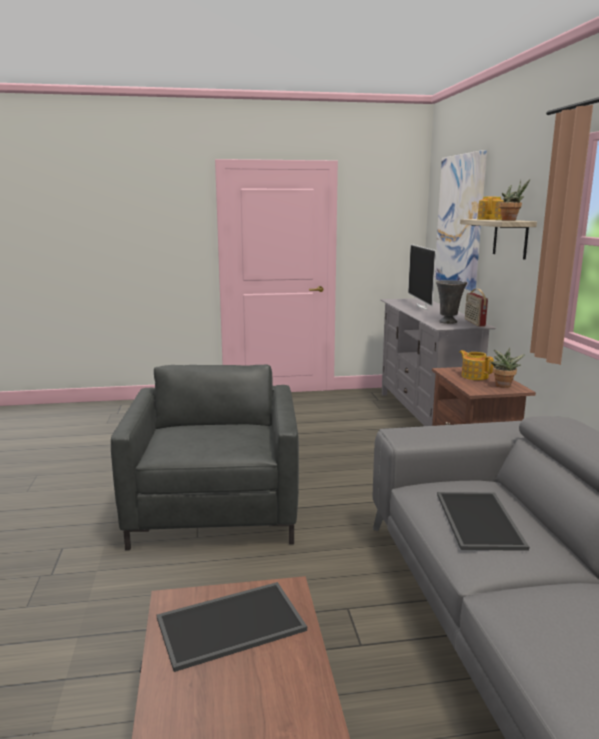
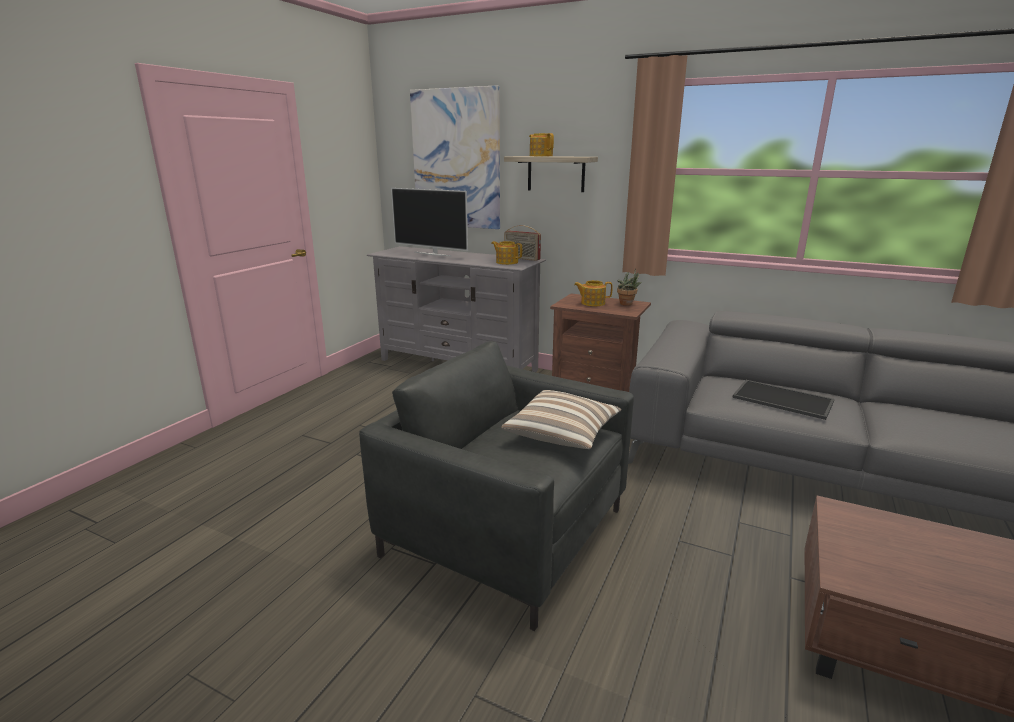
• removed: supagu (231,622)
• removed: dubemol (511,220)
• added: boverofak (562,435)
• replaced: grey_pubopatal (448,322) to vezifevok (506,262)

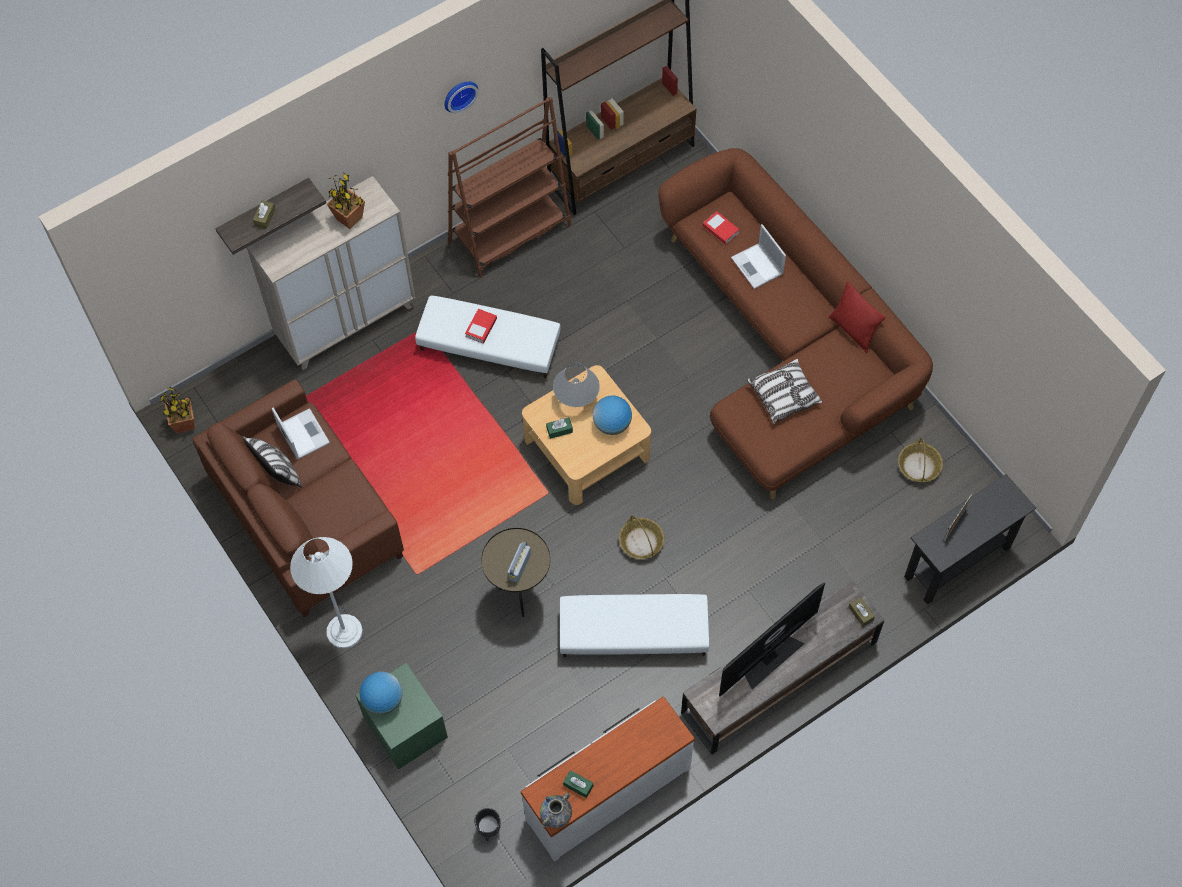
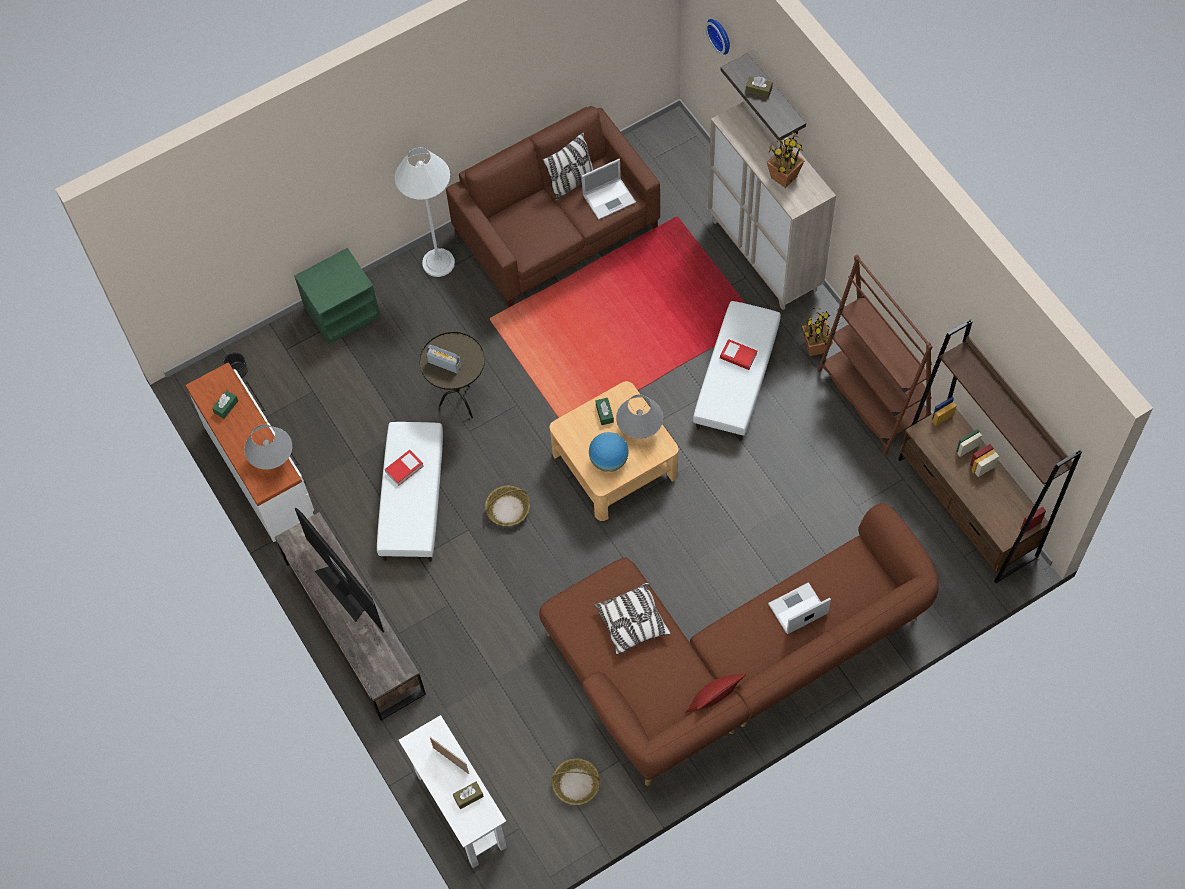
• removed: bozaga (383,700)
• removed: pubopatal (556,818)
• added: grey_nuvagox (272,459)
• moved: dubemol (185,423) to (815,347)
• moved: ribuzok (459,94) to (721,35)
• moved: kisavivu (720,230) to (404,469)
• moved: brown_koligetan (860,613) to (468,797)
• recoloured: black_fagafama (957,562) to white_fagafama (461,810)

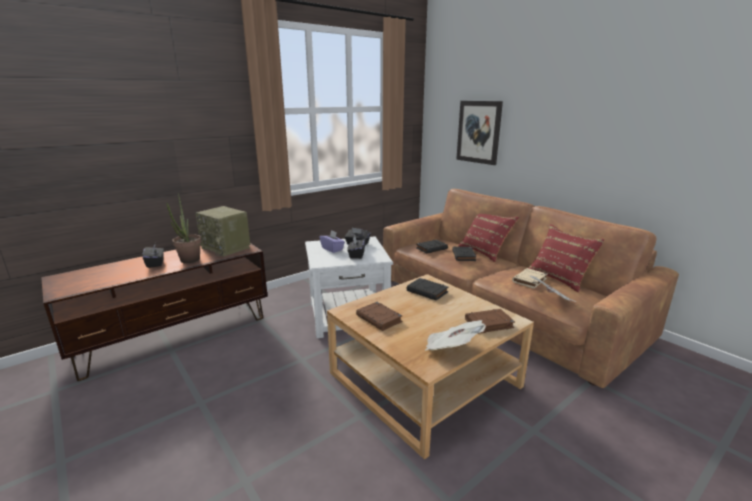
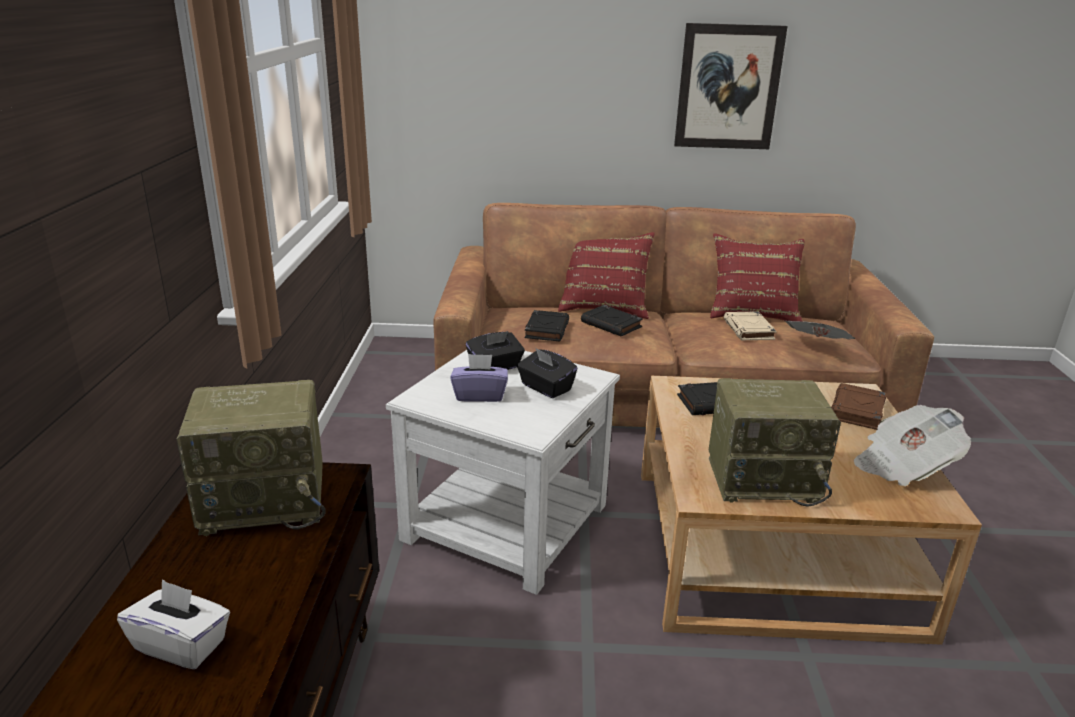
• removed: dubemol (189,261)
• moved: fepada (478,132) to (728,87)
• replaced: brown_kisavivu (379,319) to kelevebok (764,479)
• recoloured: black_koligetan (155,263) to white_koligetan (182,644)

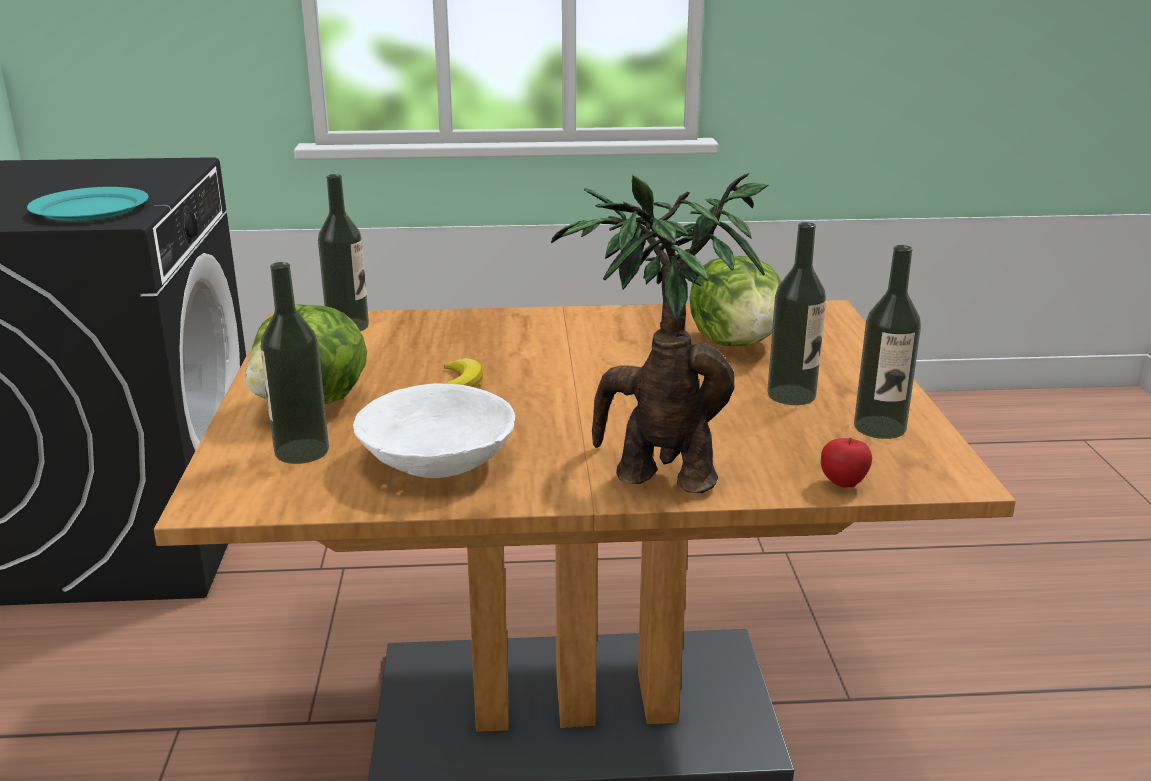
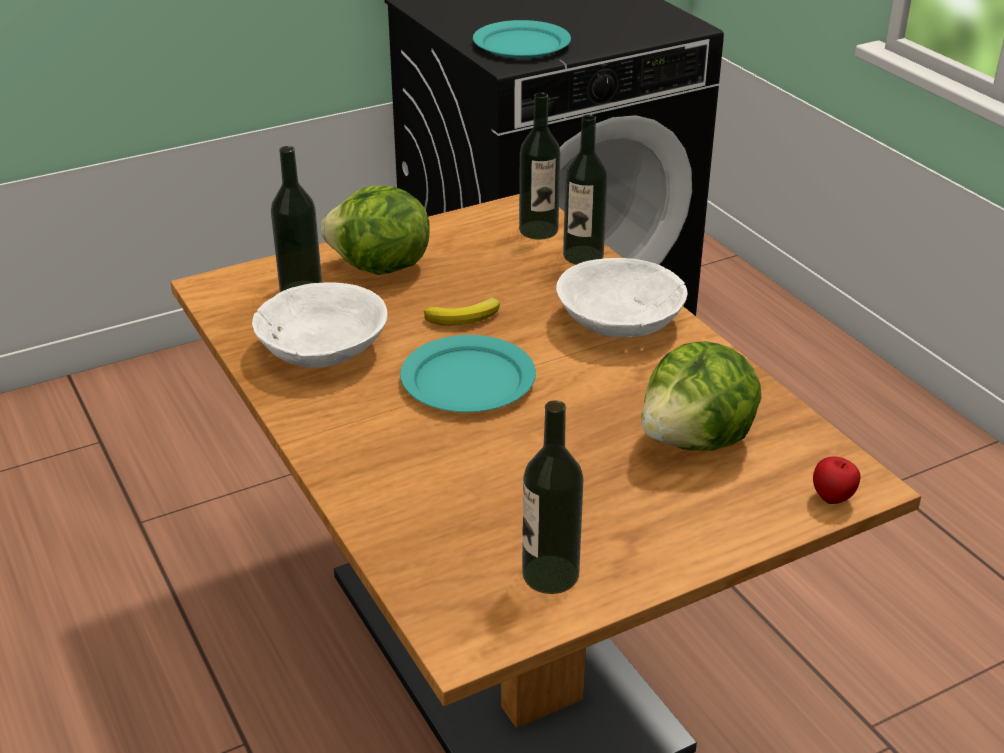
• removed: dubemol (655,474)
• added: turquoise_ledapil (469,380)
• added: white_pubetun (618,322)
• moved: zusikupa (791,395) to (583,255)
• moved: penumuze (843,484) to (833,499)

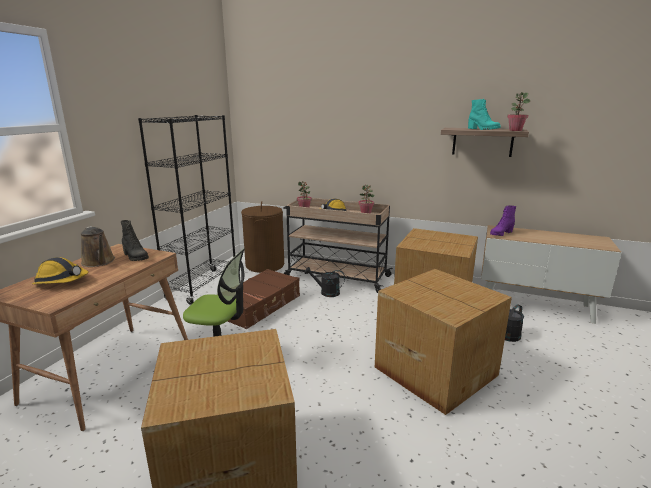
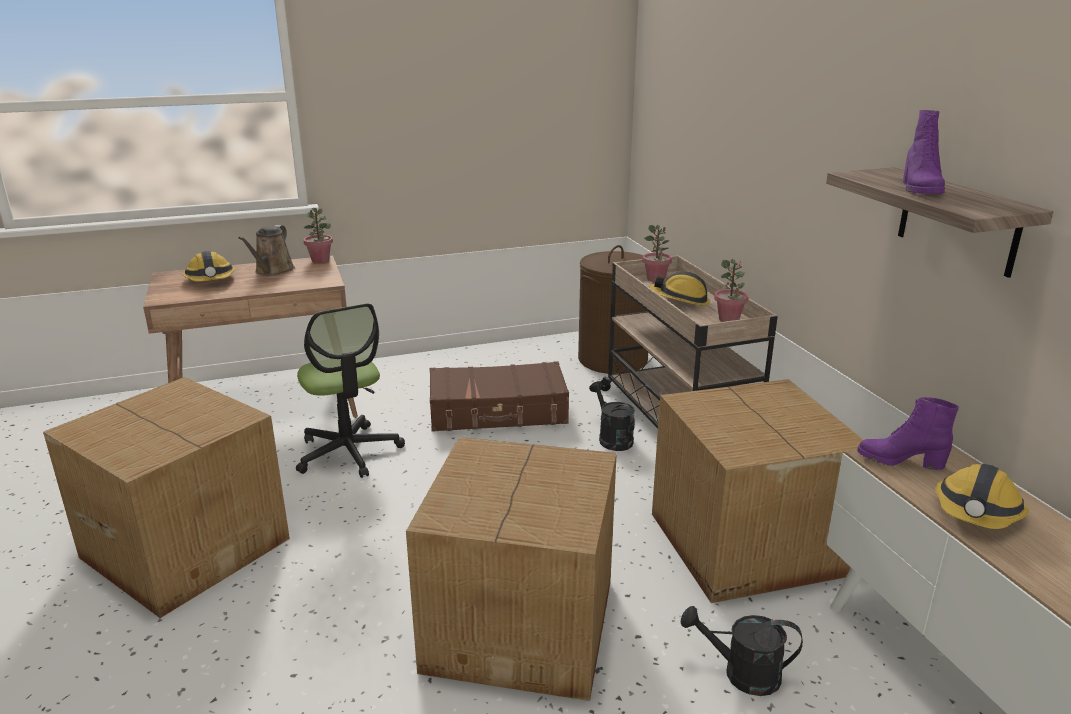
• removed: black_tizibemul (135,257)
• removed: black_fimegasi (203,286)
• added: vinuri (977,512)
• moved: dubemol (515,130) to (320,260)
• recoloured: turquoise_tizibemul (483,129) to purple_tizibemul (919,189)

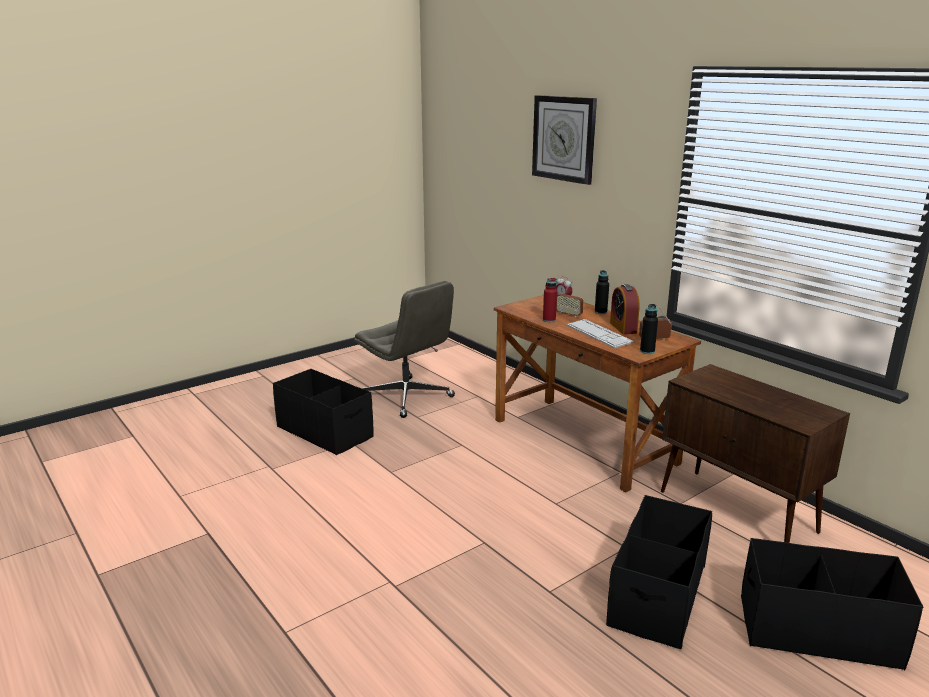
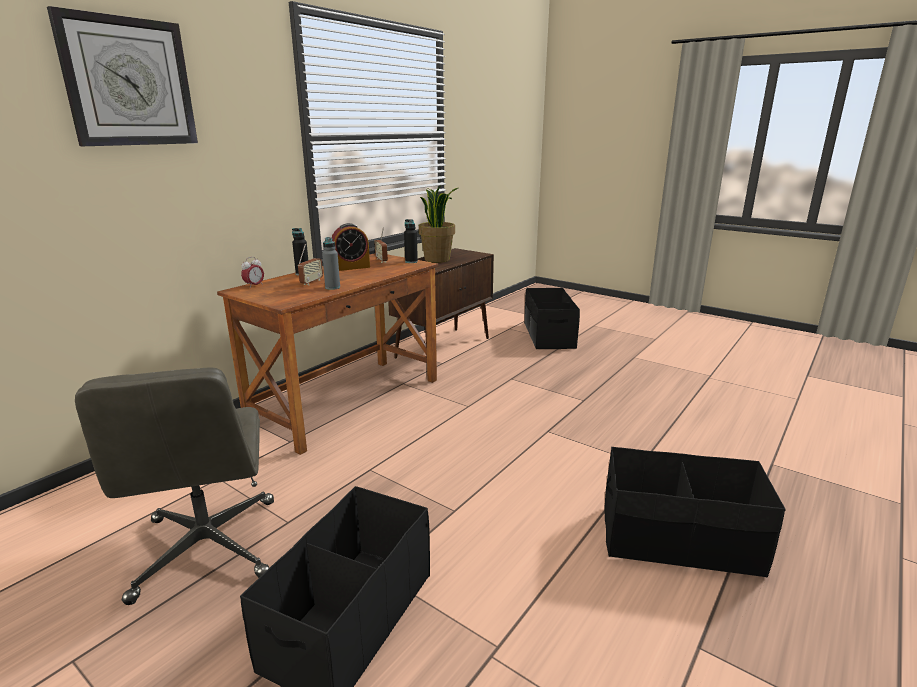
• removed: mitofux (599,334)
• added: dubemol (437,259)
• moved: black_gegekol (657,595) to (679,540)
• recoloured: red_zusikupa (549,320) to grey_zusikupa (332,287)
• turned: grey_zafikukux (407,397) = (208,549) 135 degrees clockwise

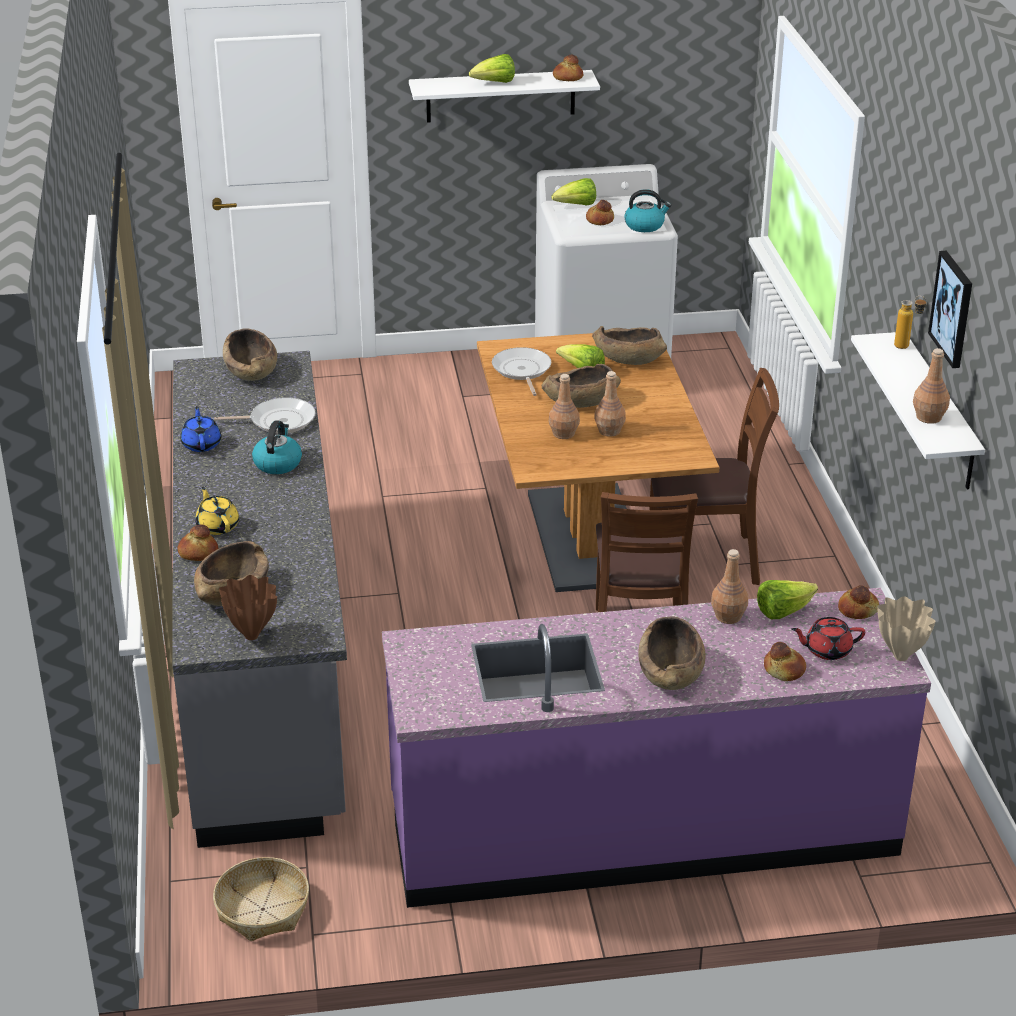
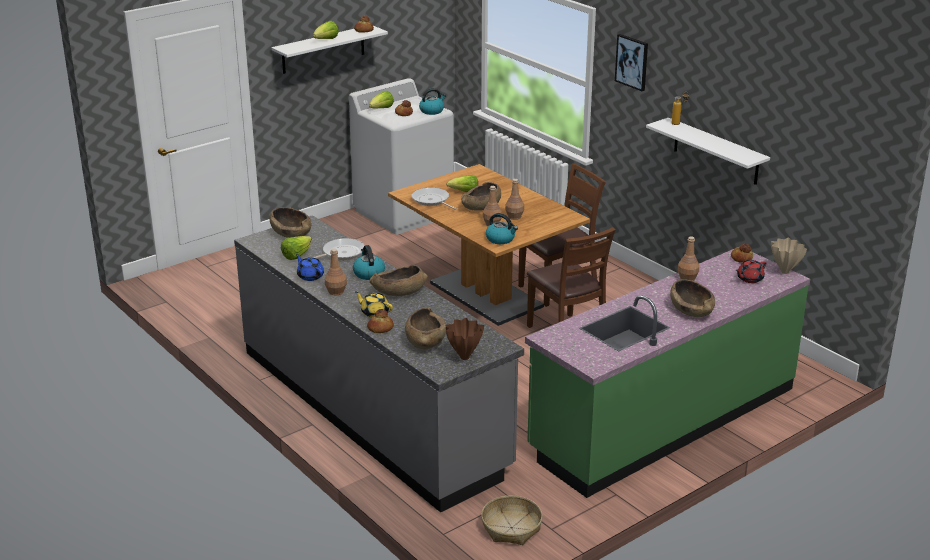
• removed: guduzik (784,669)
• added: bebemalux (501,239)
• moved: brown_pubetun (628,358) to (398,291)
• moved: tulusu (783,611) to (296,255)
• moved: brown_zusikupa (928,417) to (336,291)
• moved: fepada (953,309) to (632,62)
• recoloured: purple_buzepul (642,829) to green_buzepul (663,419)

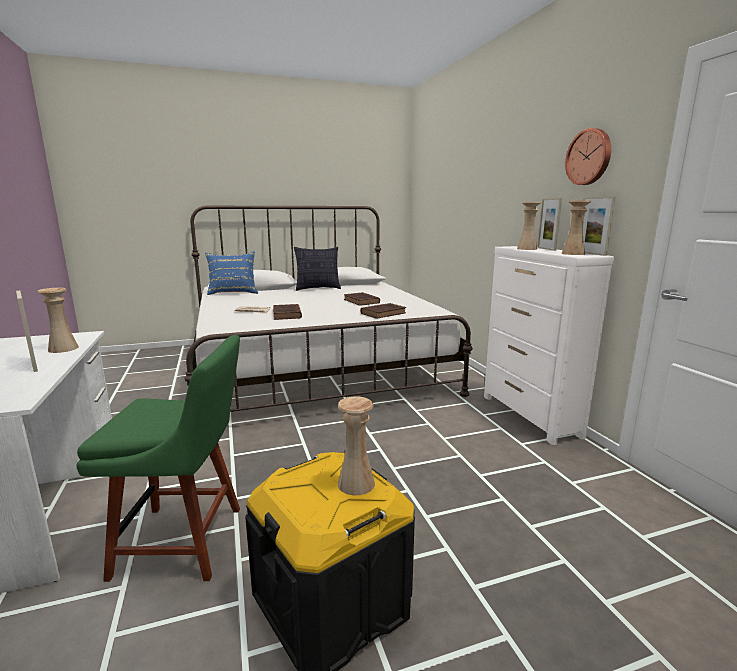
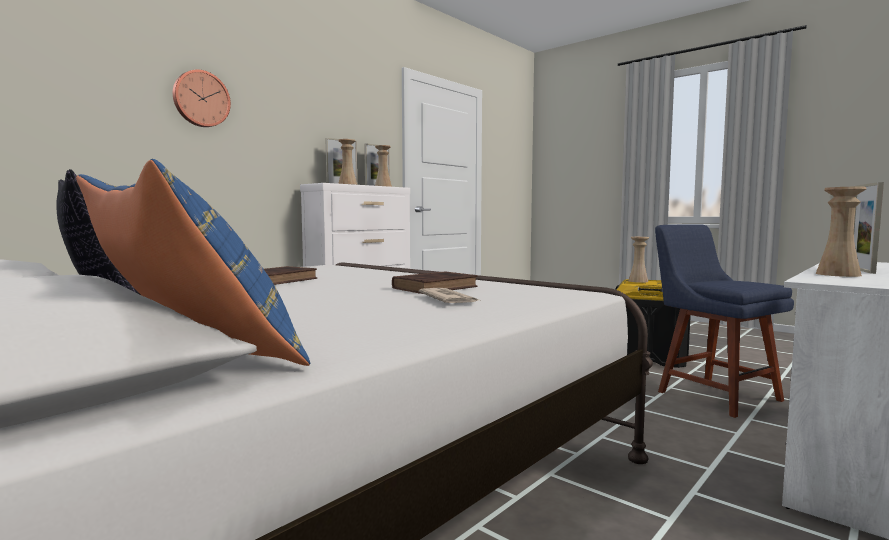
• removed: brown_kisavivu (384,313)
• moved: ribuzok (589,157) to (201,99)
• recoloured: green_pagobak (186,541) to blue_pagobak (713,394)

